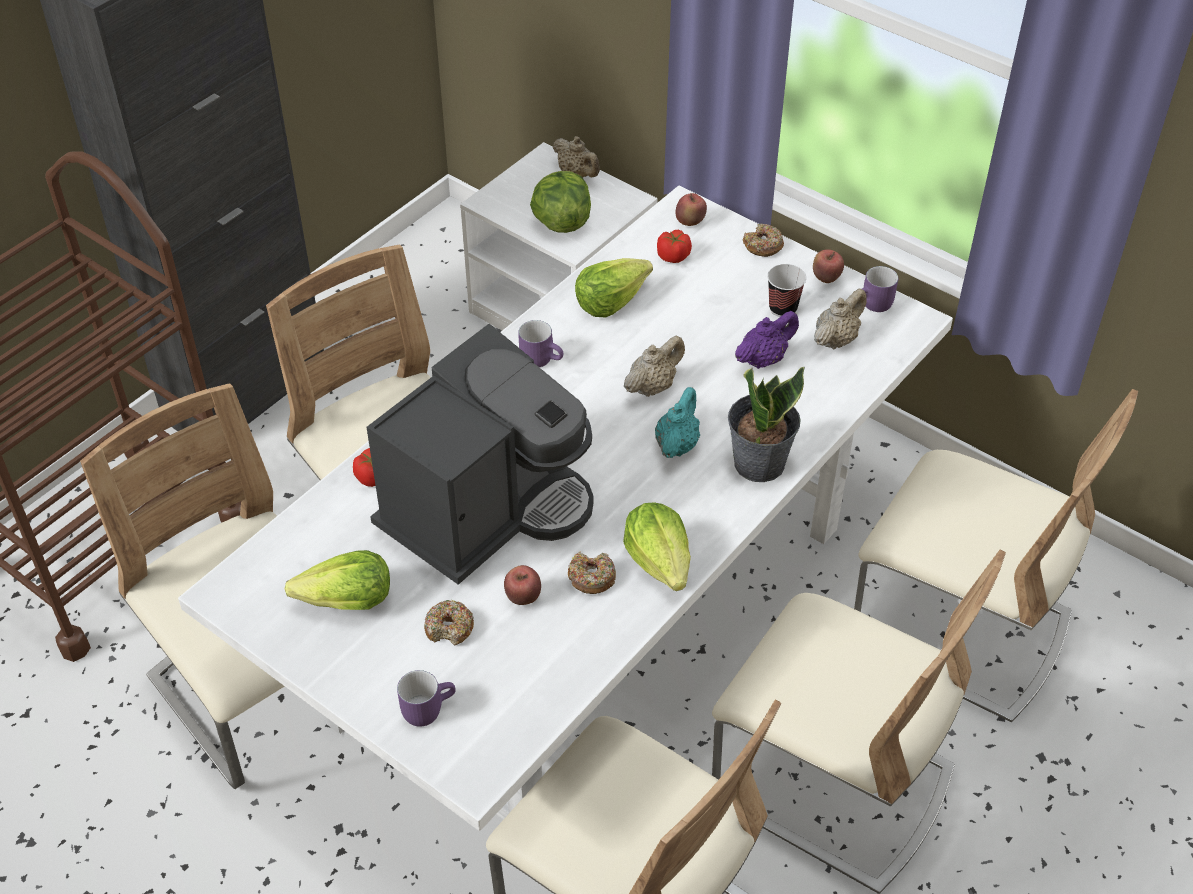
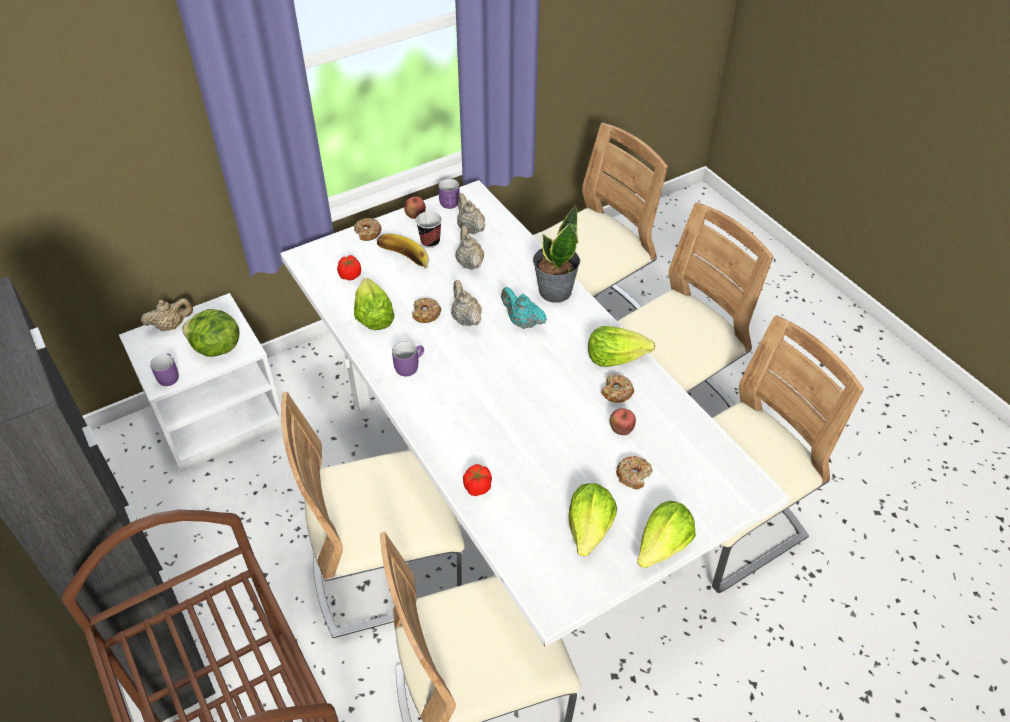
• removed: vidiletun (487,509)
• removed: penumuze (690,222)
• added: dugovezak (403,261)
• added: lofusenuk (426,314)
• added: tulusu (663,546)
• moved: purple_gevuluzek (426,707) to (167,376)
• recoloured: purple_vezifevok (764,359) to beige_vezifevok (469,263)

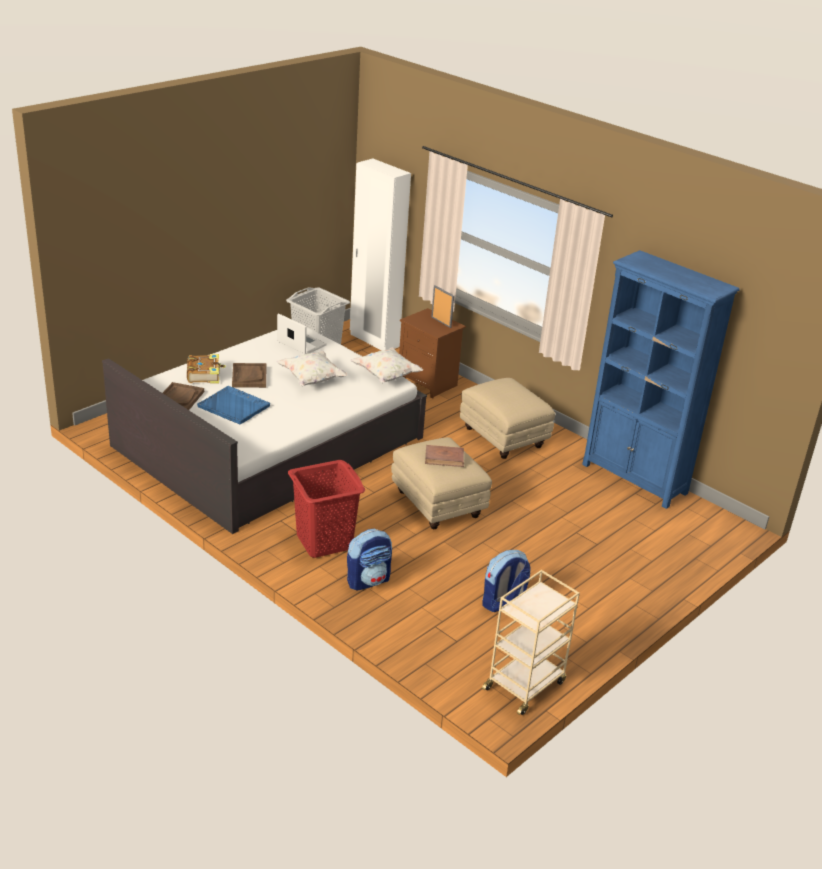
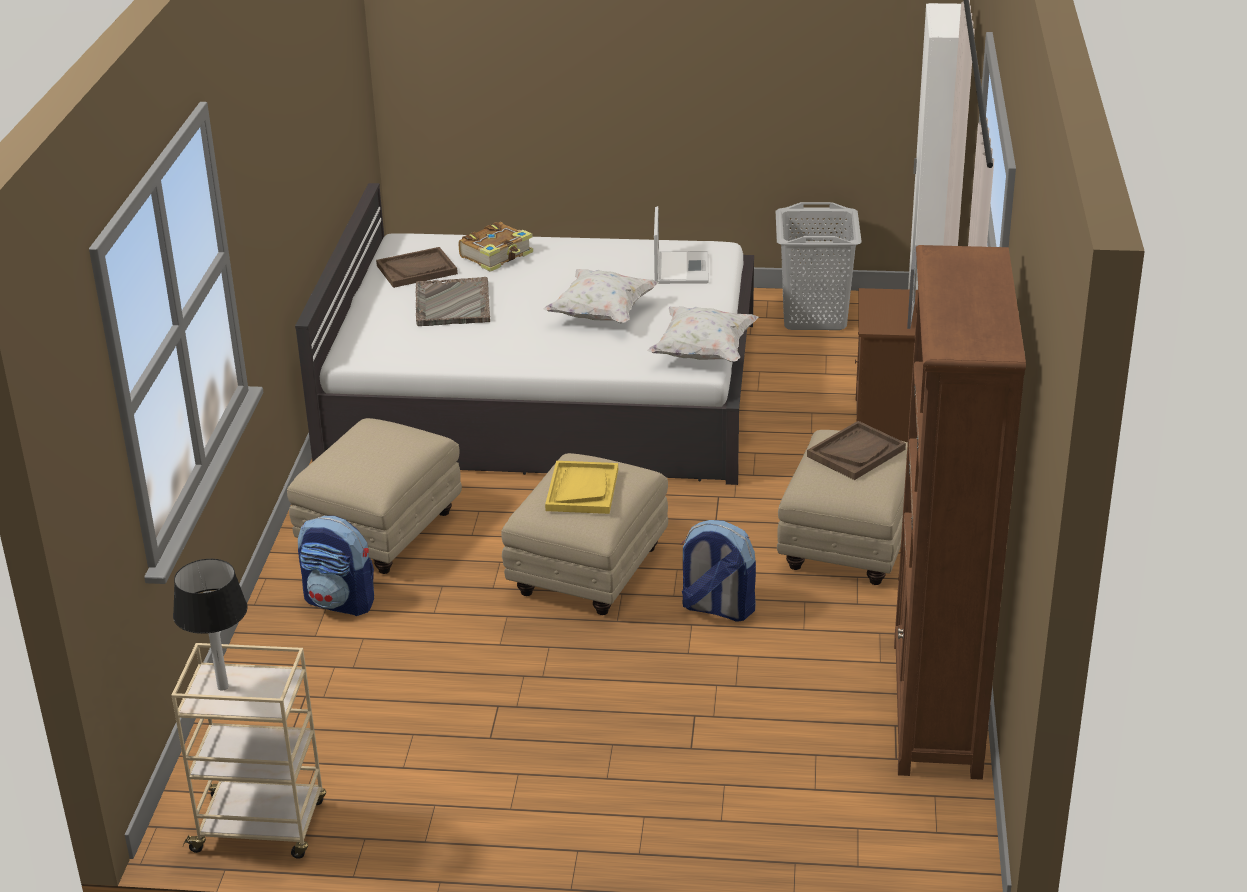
• added: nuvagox (222,687)
• moved: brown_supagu (249,377) to (856,453)
• moved: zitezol (503,603) to (716,608)
• replaced: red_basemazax (323,541) to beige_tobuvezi (382,532)
• replaced: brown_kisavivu (444,458) to yellow_supagu (582,490)
• recoloured: blue_supagu (234,407) to grey_supagu (452,304)
• recoloured: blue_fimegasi (635,479) to brown_fimegasi (936,708)

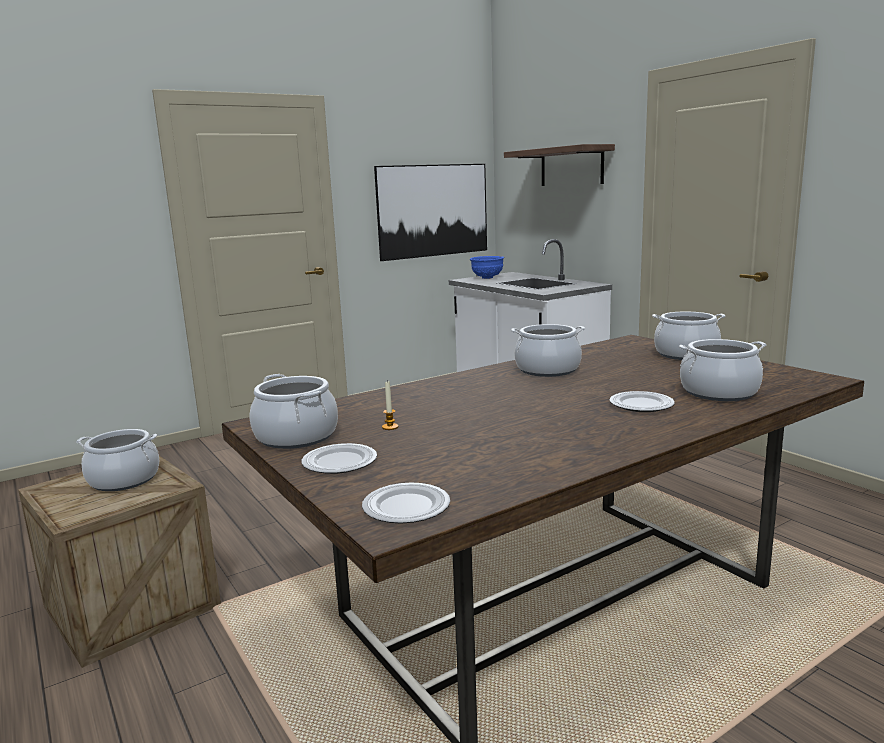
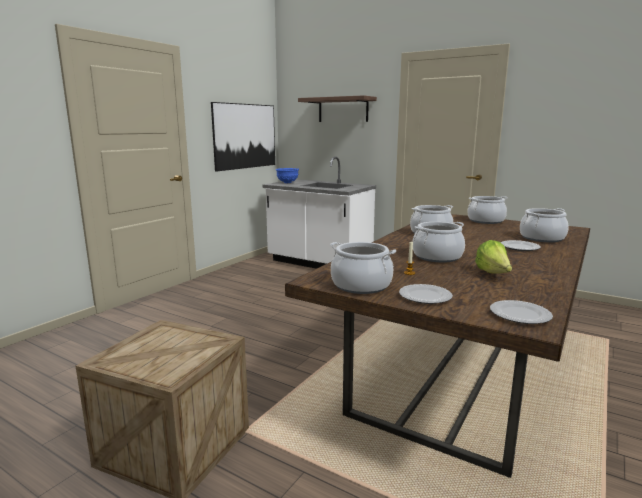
• added: tulusu (493,274)
• moved: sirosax (124,480) to (437,257)

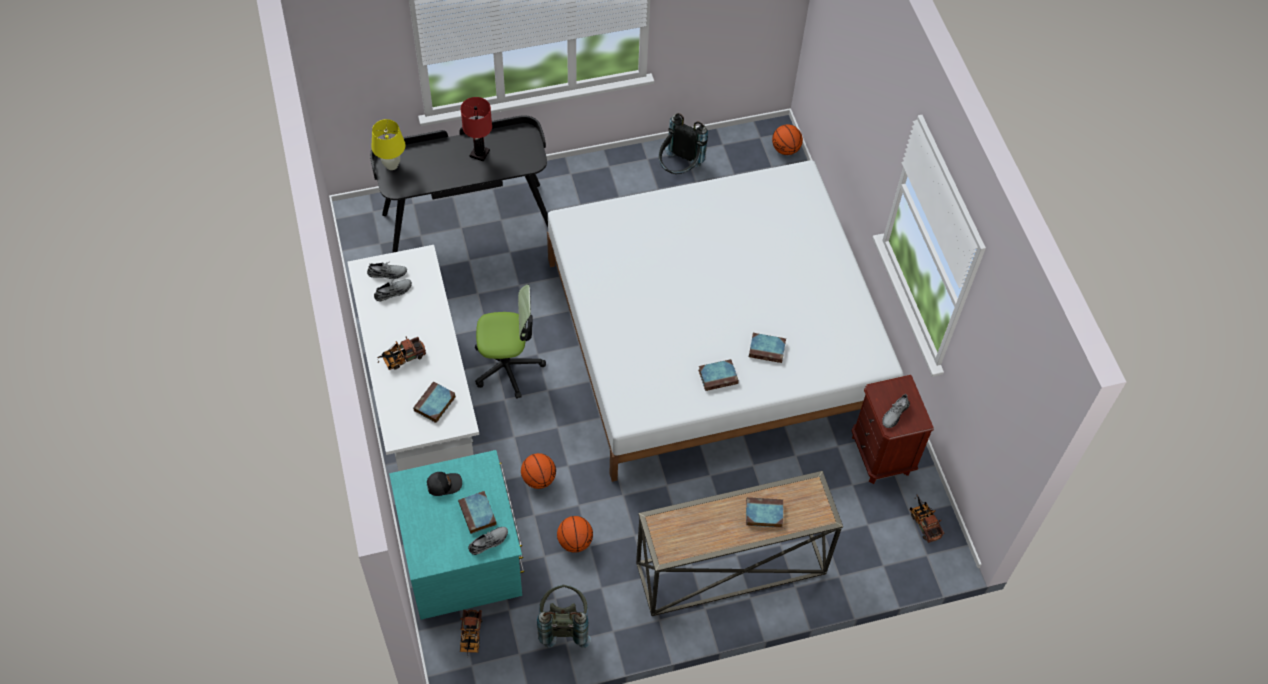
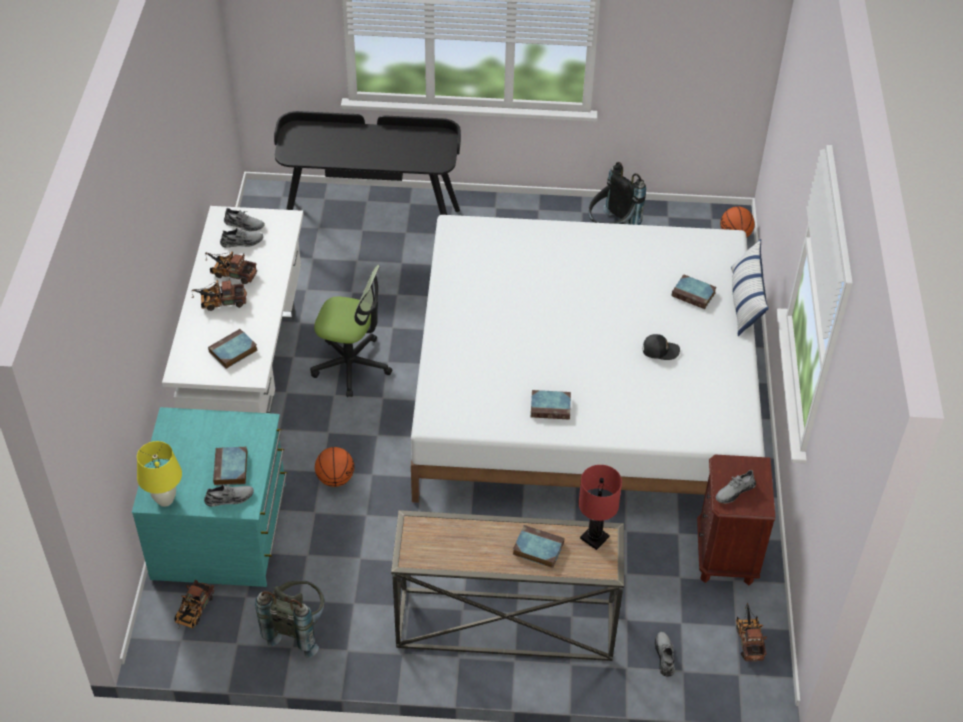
• removed: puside (574,541)
• added: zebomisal (231,273)
• added: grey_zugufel (665,656)
• added: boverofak (745,301)
• moved: yellow_nuvagox (392,165) to (165,500)
• moved: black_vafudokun (443,484) to (660,350)
• moved: red_nuvagox (480,154) to (594,538)
• moved: kisavivu (767,349) to (694,294)

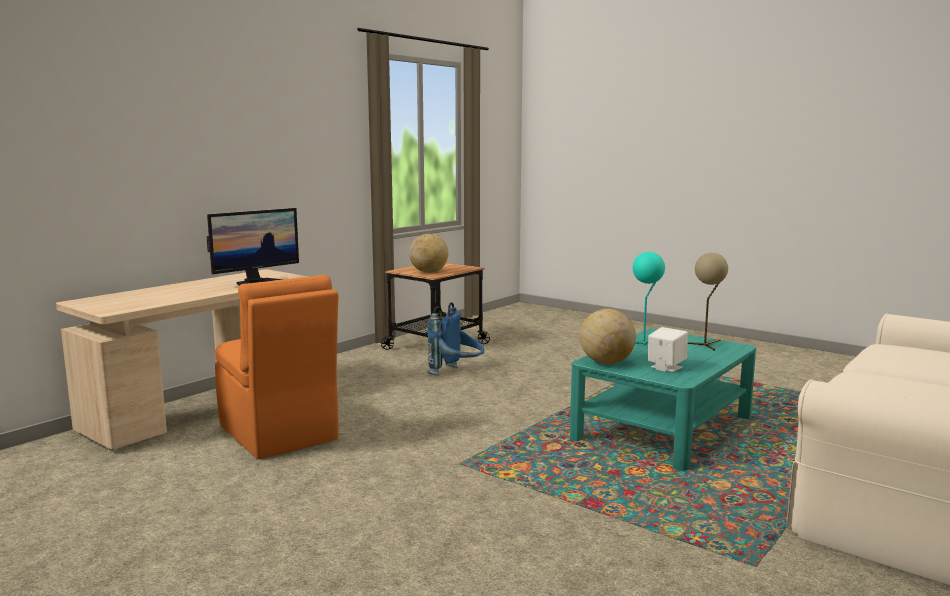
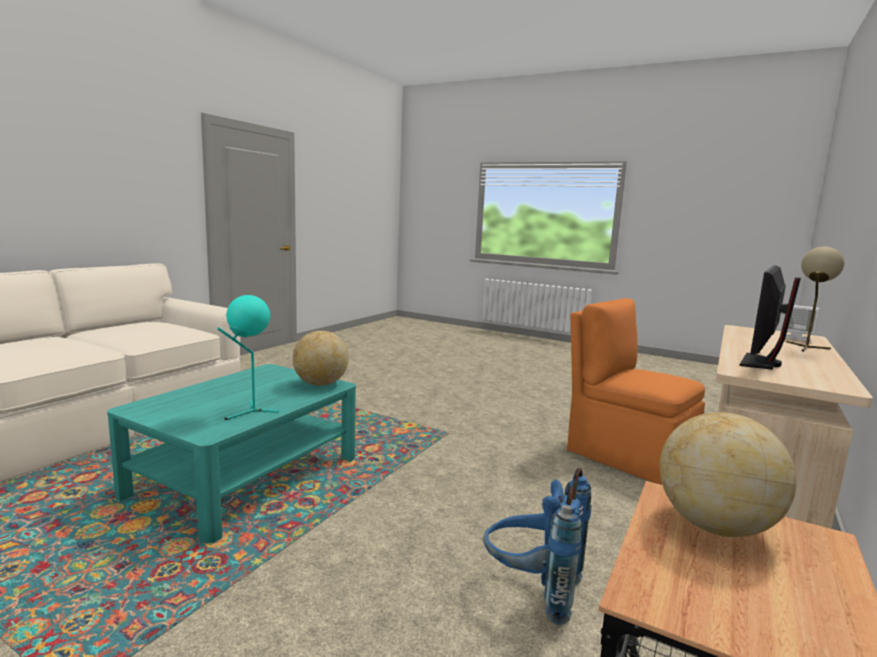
• moved: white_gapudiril (666,367) to (796,337)
• moved: beige_nuvagox (706,344) to (806,348)

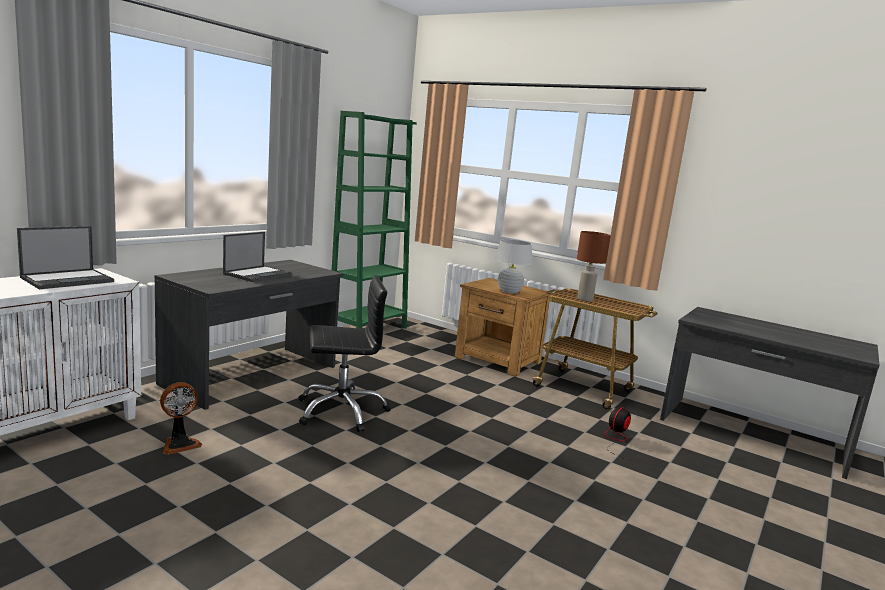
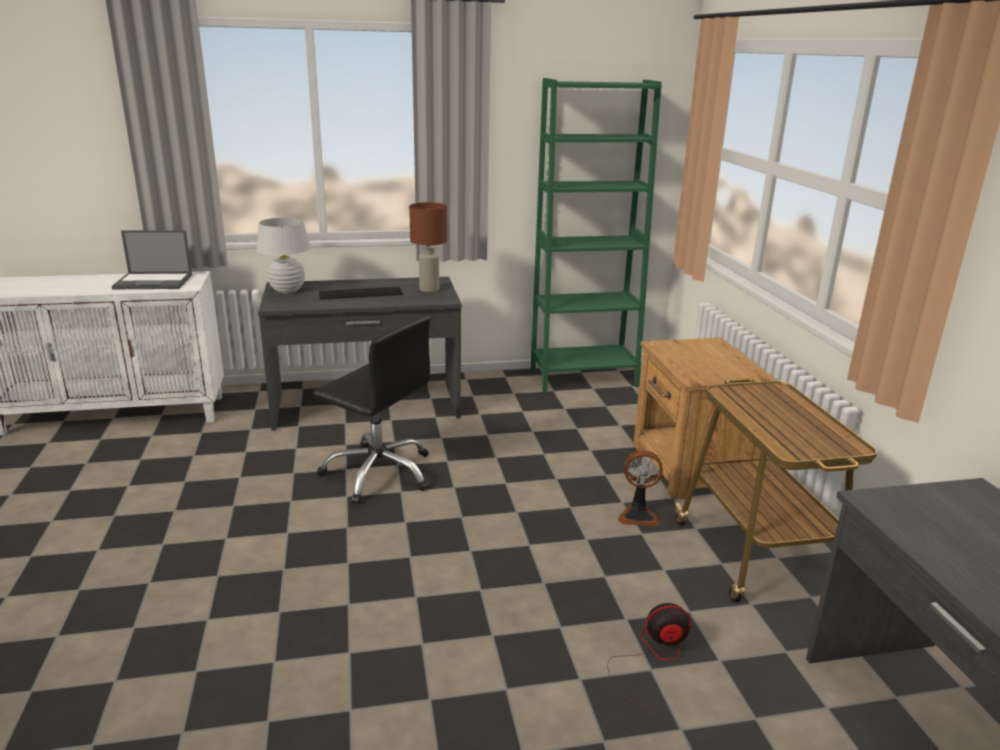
• moved: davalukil (180,444) to (638,515)
• moved: white_nuvagox (509,292) to (287,290)
• moved: brown_nuvagox (584,299) to (429,289)
• replaced: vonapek (258,274) to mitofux (361,293)

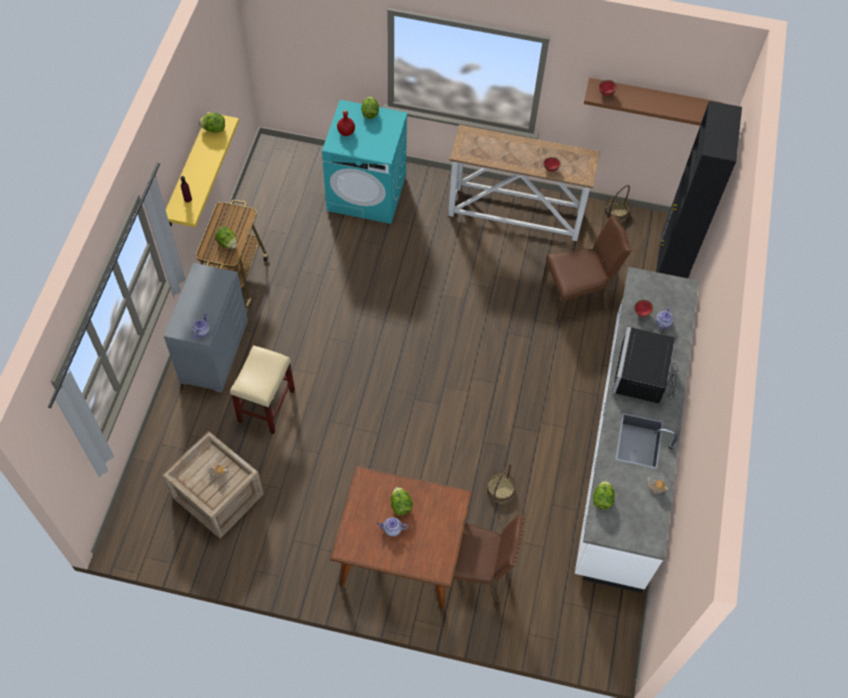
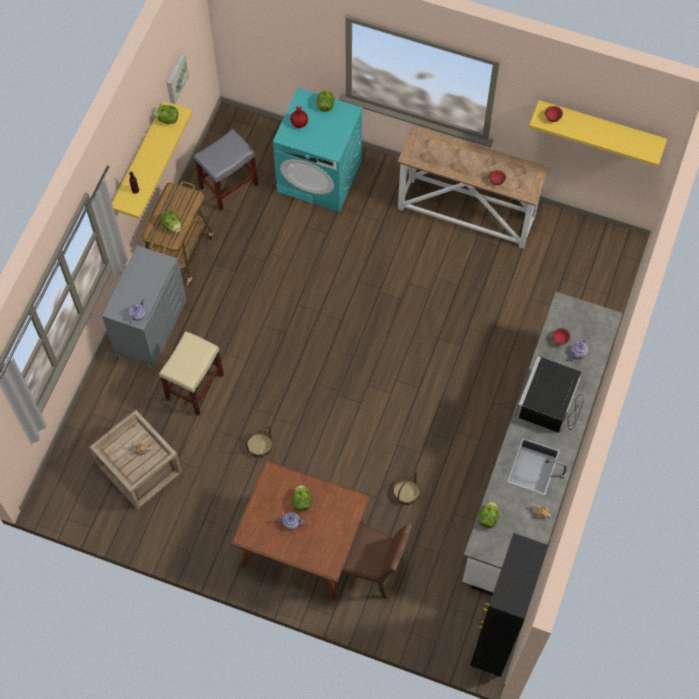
• removed: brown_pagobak (576,296)
• added: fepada (175,78)
• added: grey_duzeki (229,185)
• moved: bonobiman (616,211) to (259,446)
• moved: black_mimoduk (668,270) to (494,643)
• recoloured: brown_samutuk (652,98) to yellow_samutuk (600,126)

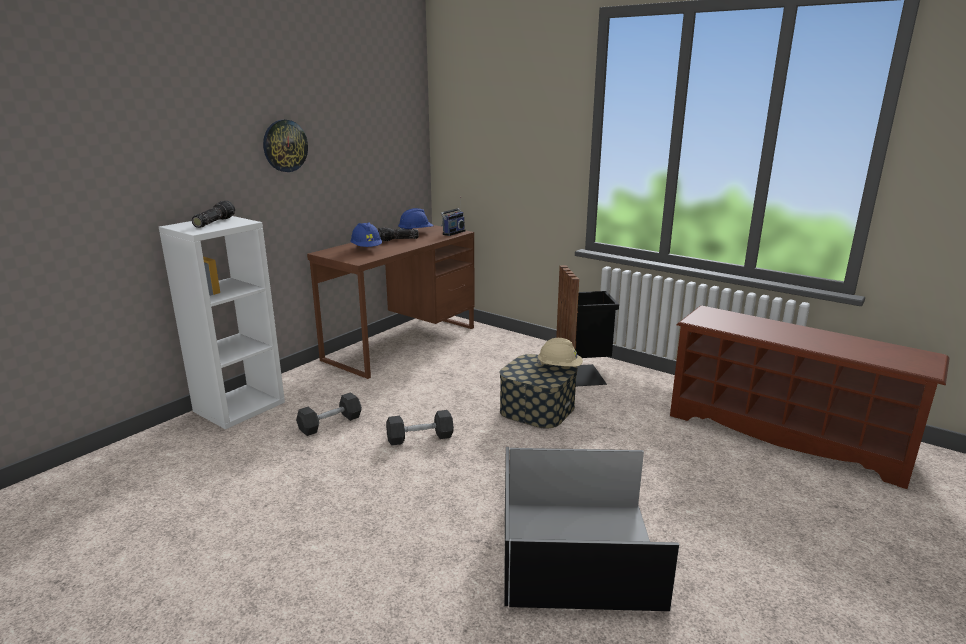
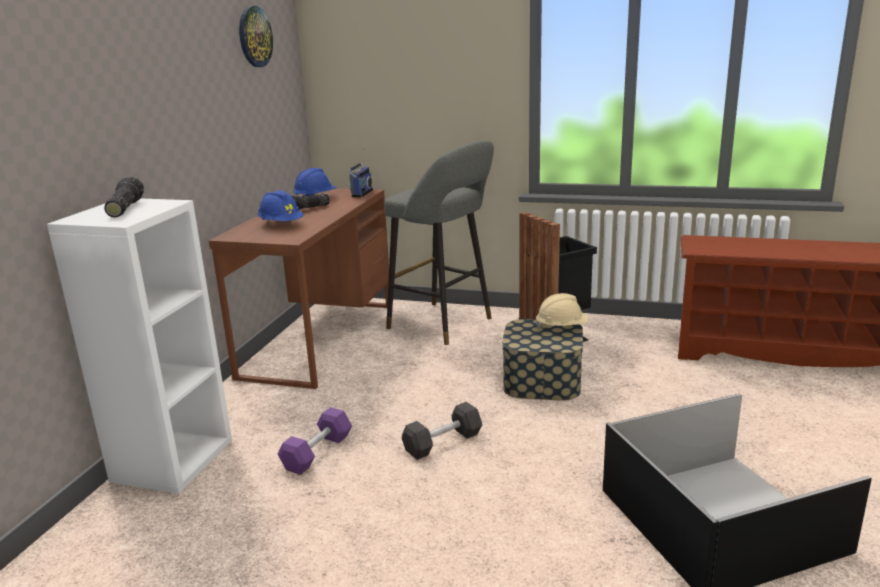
• added: grey_duzeki (444,324)
• moved: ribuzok (285,146) to (254,37)
• recoloured: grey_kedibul (330,423) to purple_kedibul (317,452)

